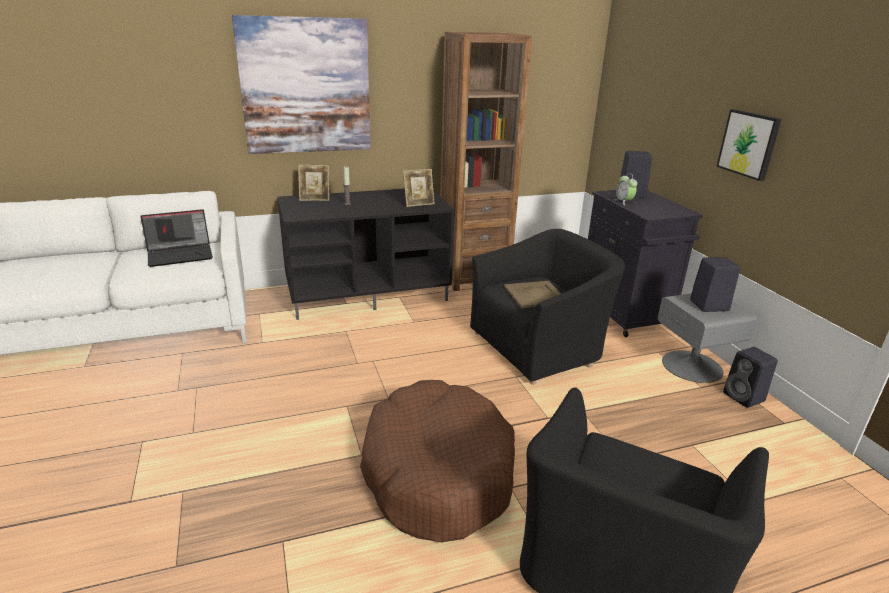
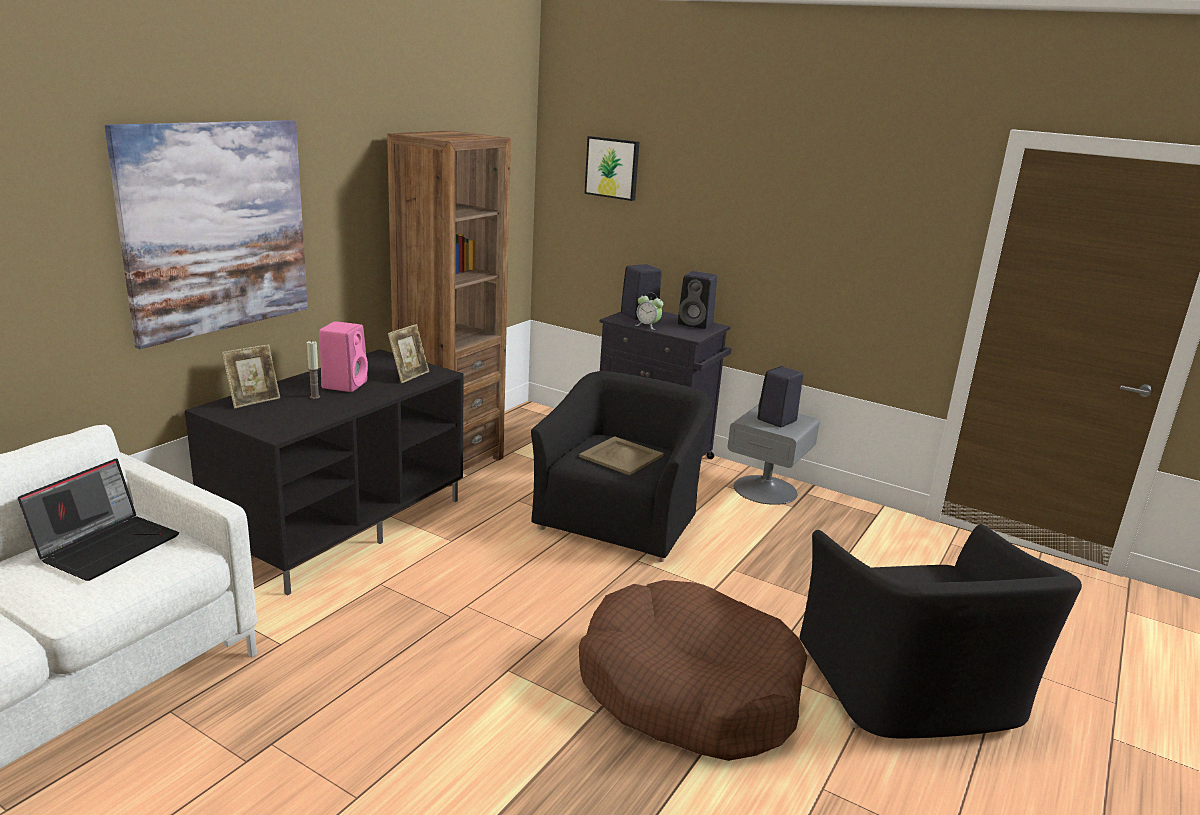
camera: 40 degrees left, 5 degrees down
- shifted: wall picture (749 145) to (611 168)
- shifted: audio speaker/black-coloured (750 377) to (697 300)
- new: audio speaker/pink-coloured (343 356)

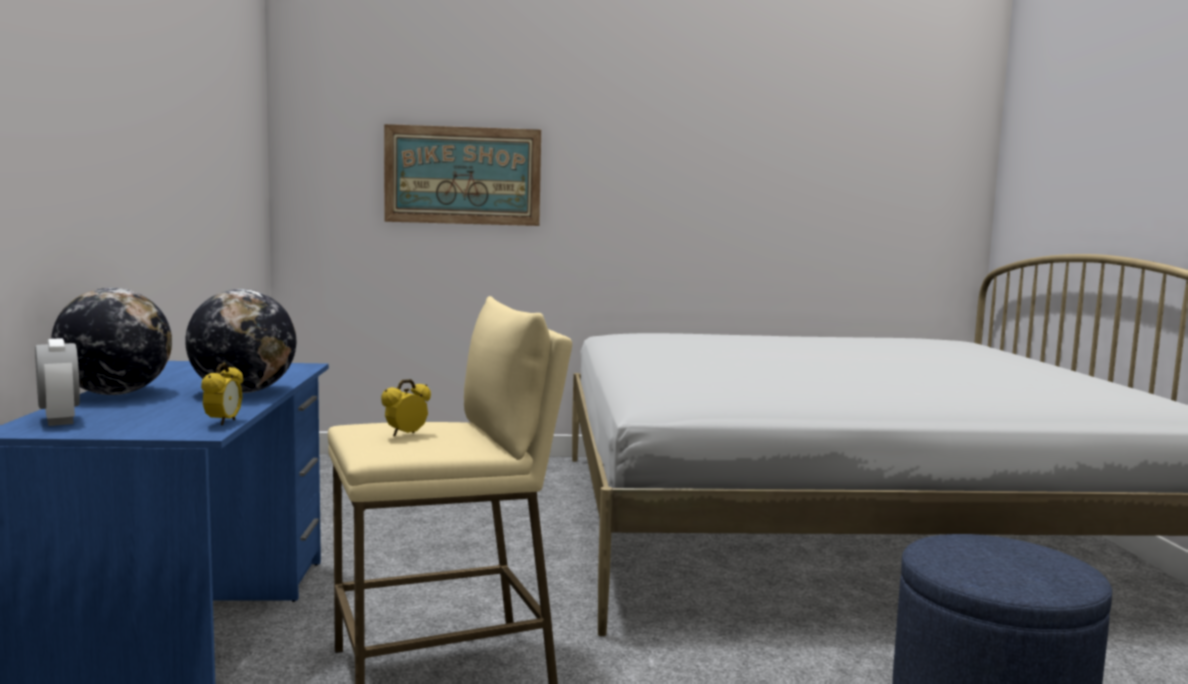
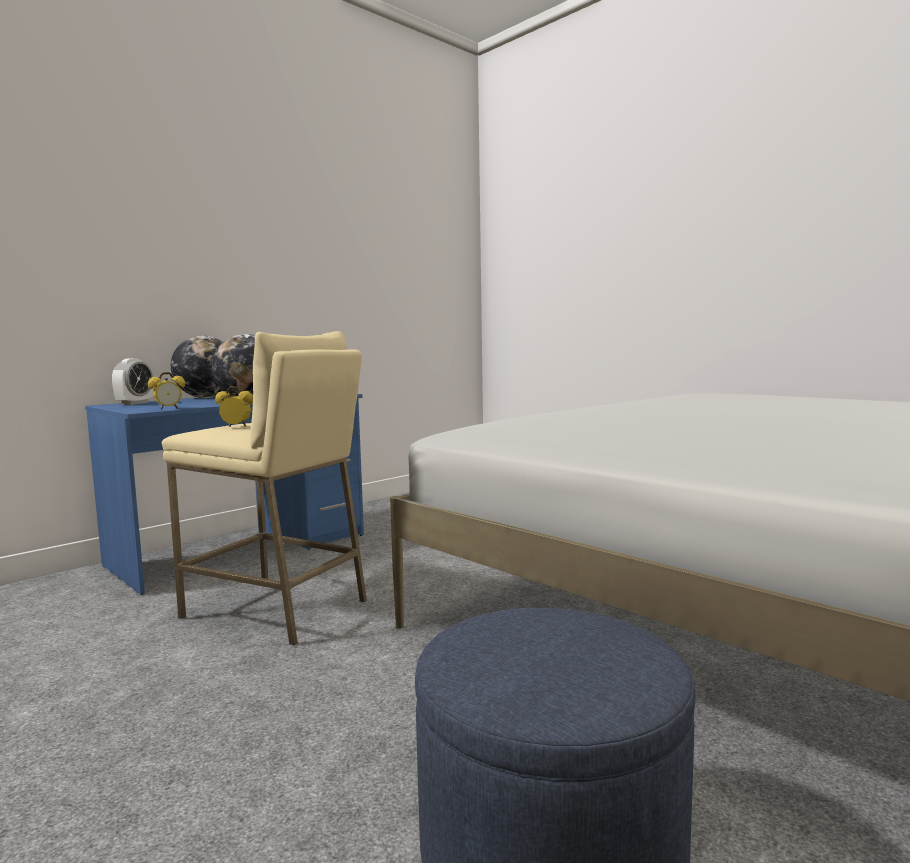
camera: 50 degrees right, 0 degrees up
- gone: wall picture (462 175)

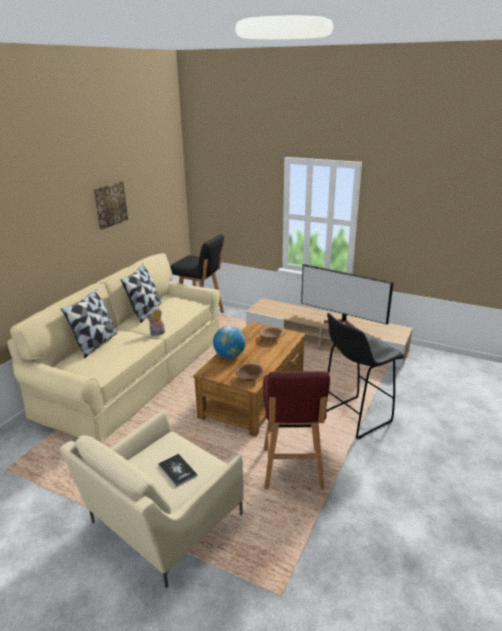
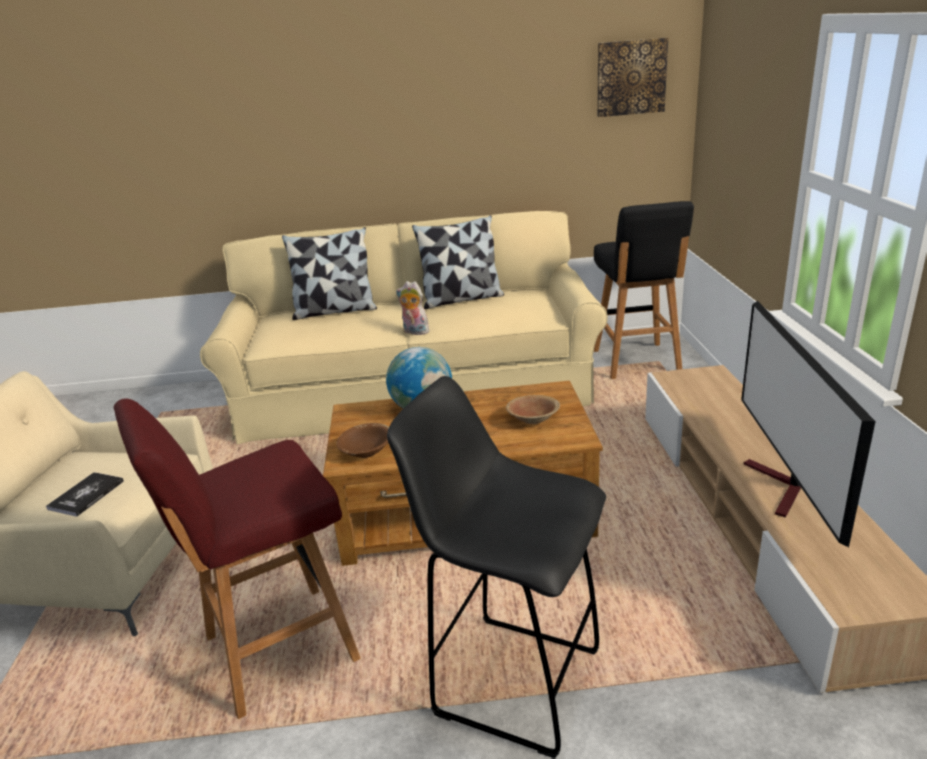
camera: 60 degrees right, 0 degrees up
- shifted: wall picture (110 205) to (632 77)

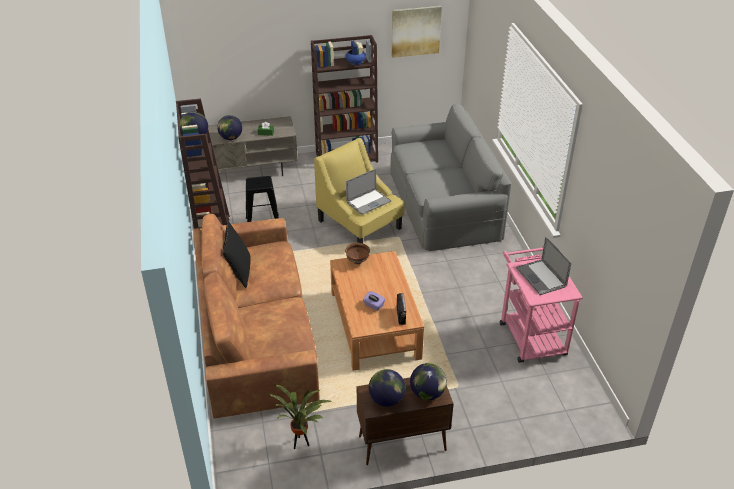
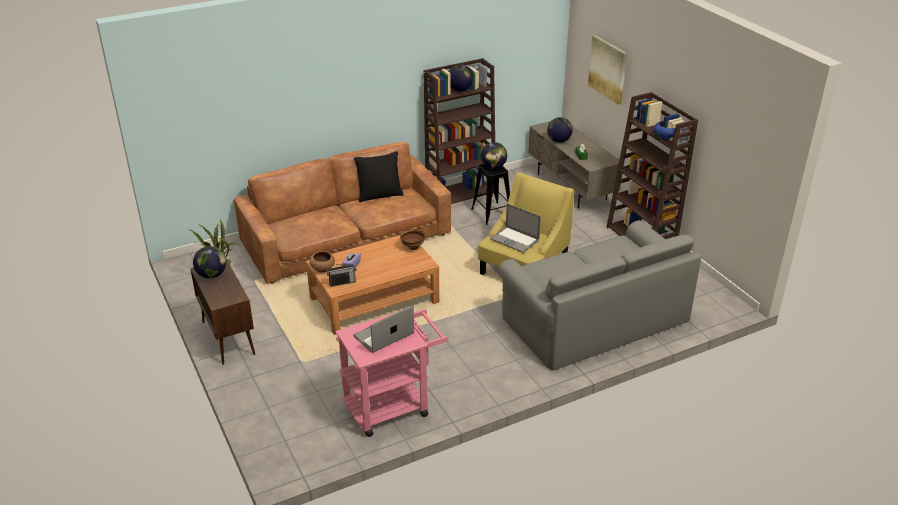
camera: 75 degrees right, 5 degrees down
- shifted: wall picture (417 32) to (607 70)
- shifted: desk globe (428 381) to (494 155)
- new: deep dish/brownish (322 262)

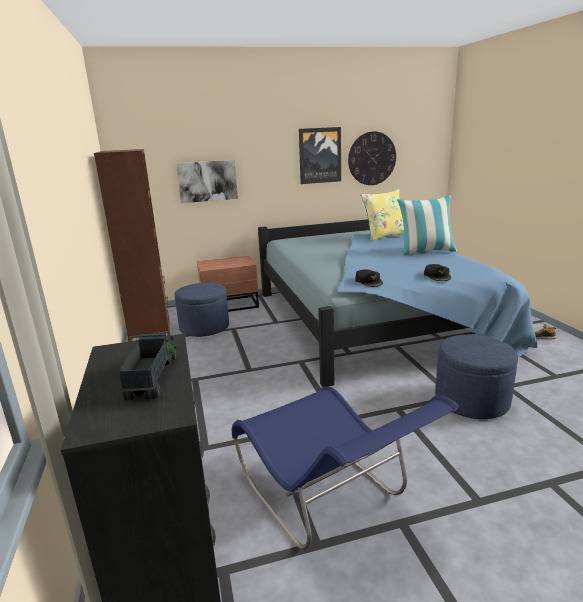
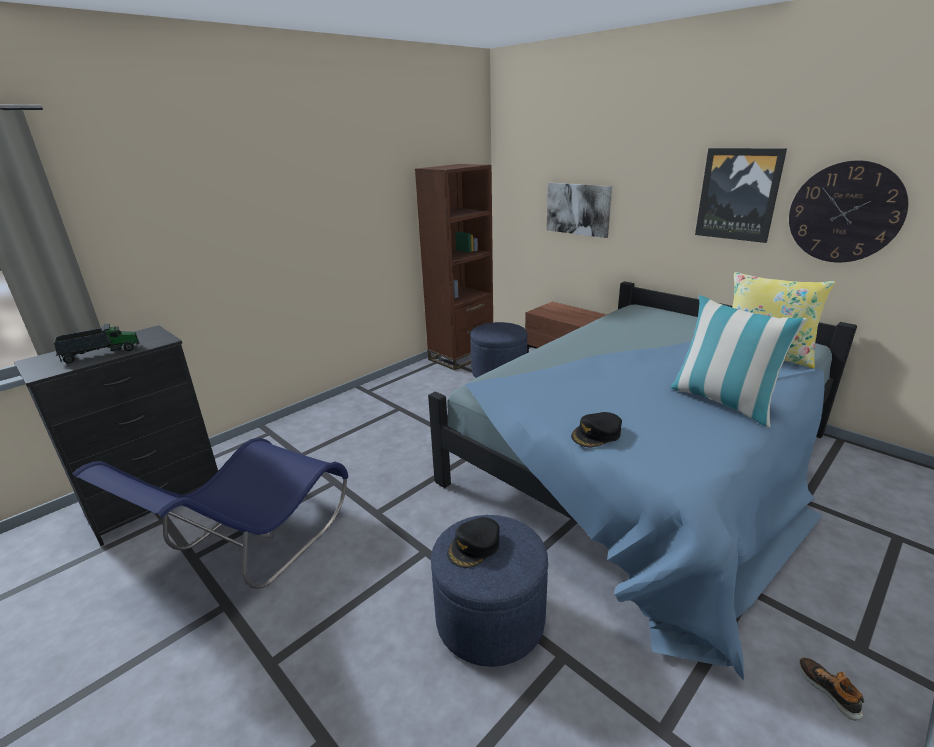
camera: 60 degrees right, 5 degrees up
- shifted: baseball cap/black-coloured (369 278) to (473 542)

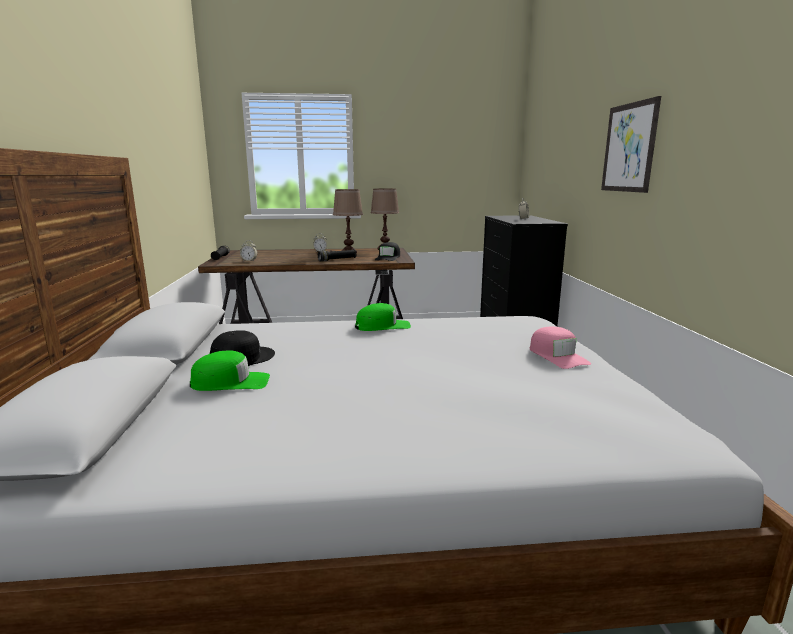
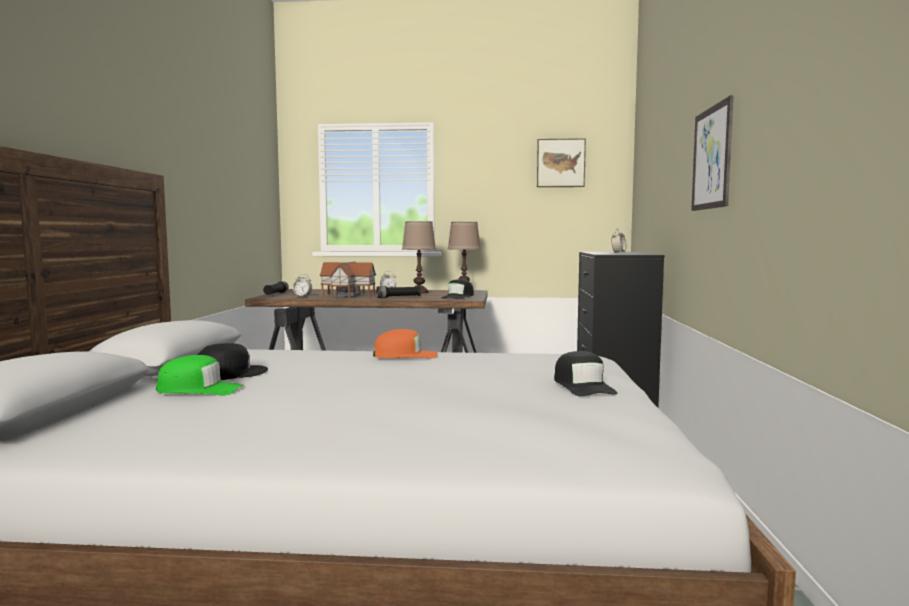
camera: 10 degrees right, 10 degrees down
- repainted: baseball cap/greenish (383 317) to baseball cap/orangey (405 343)
- repainted: baseball cap/pink-coloured (560 347) to baseball cap/black-coloured (586 373)
- new: wall picture (561 162)
- new: toy house (348 280)

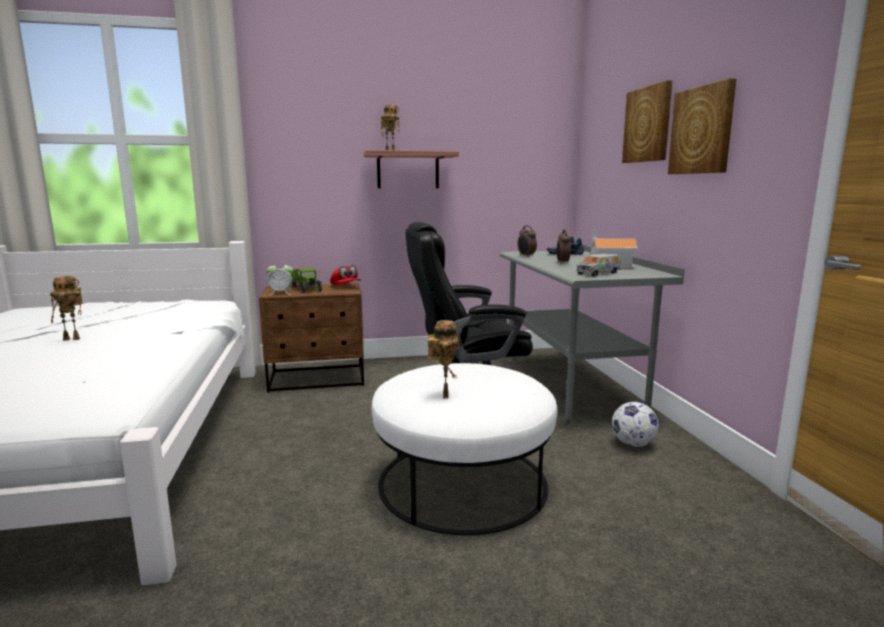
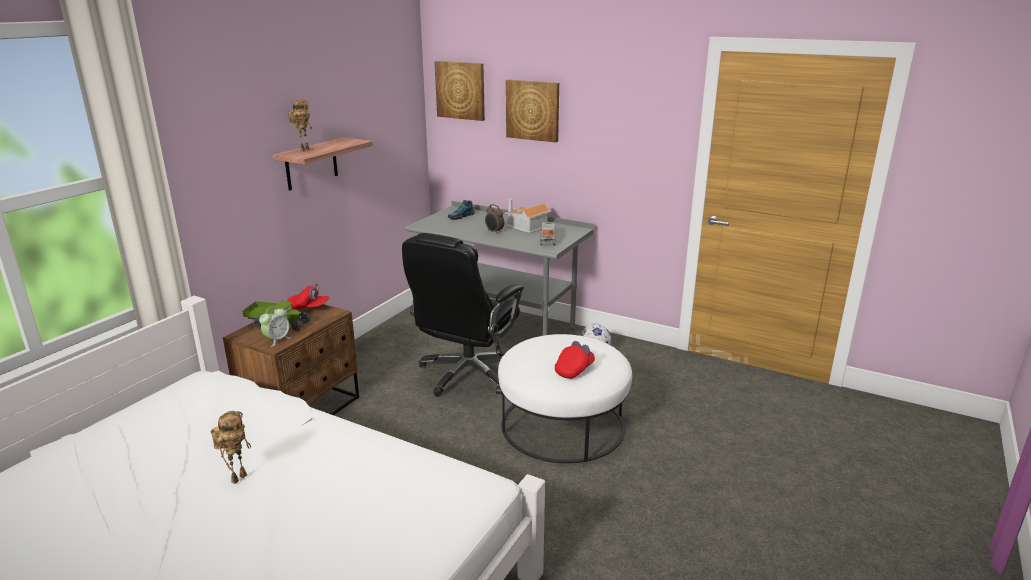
camera: 50 degrees left, 10 degrees up
- shifted: wall picture (702 126) to (460 91)
- gone: table clock (527 241)
- swapped: toy robot (443 359) to baseball cap/red-coloured (575 360)

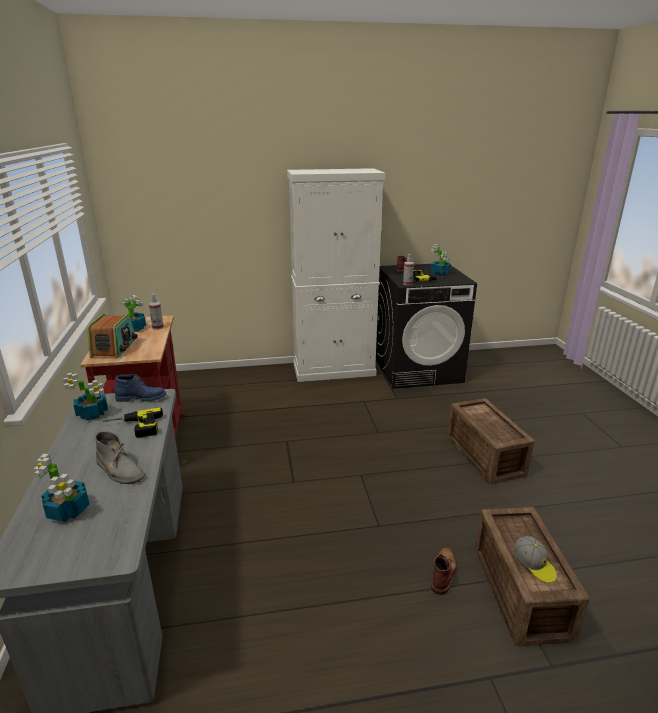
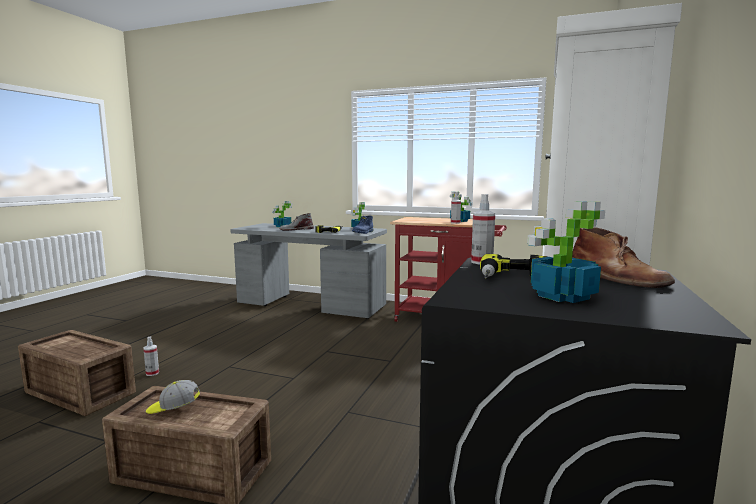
camera: 120 degrees right, 15 degrees down
- gone: radio receiver (112 336)
- shifted: baseball cap (535 559) to (173 397)
- swapped: tall boot/brownish (444 571) to spray bottle (151 356)

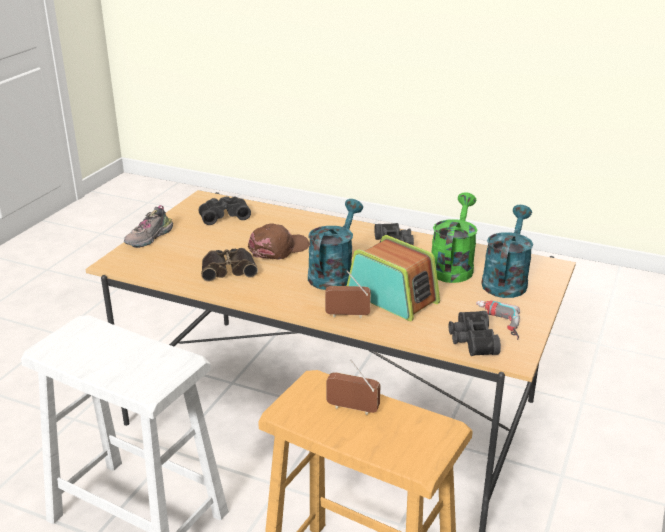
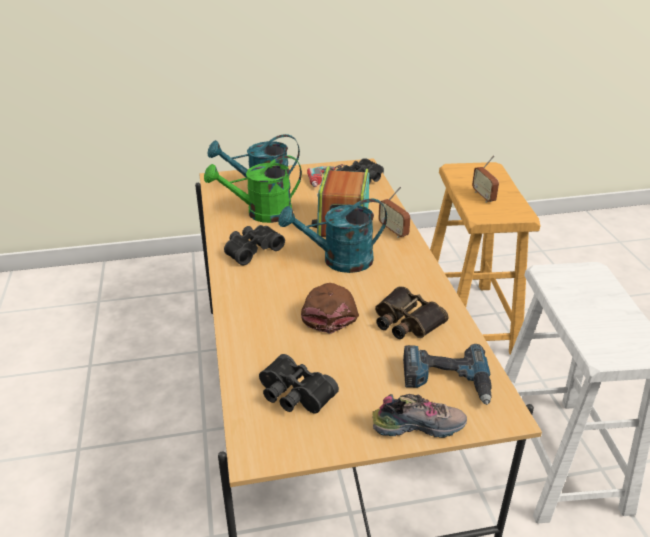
camera: 125 degrees left, 5 degrees up
- rotated: baseball cap/brownish (278 241) = (330 308) 75 degrees clockwise
- new: electric drill (447 374)

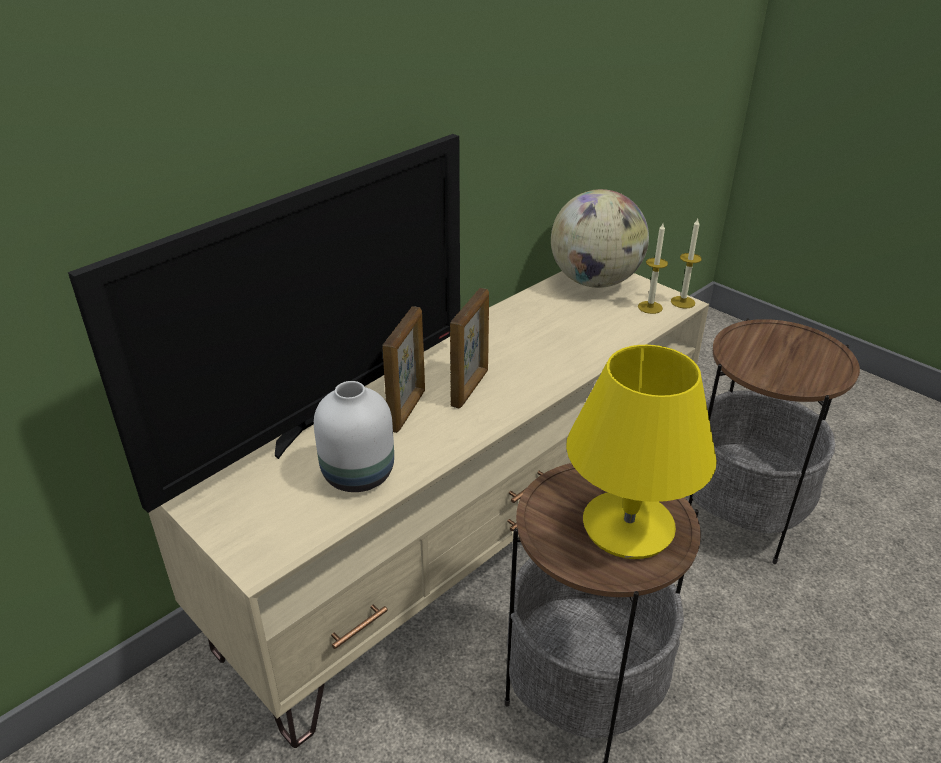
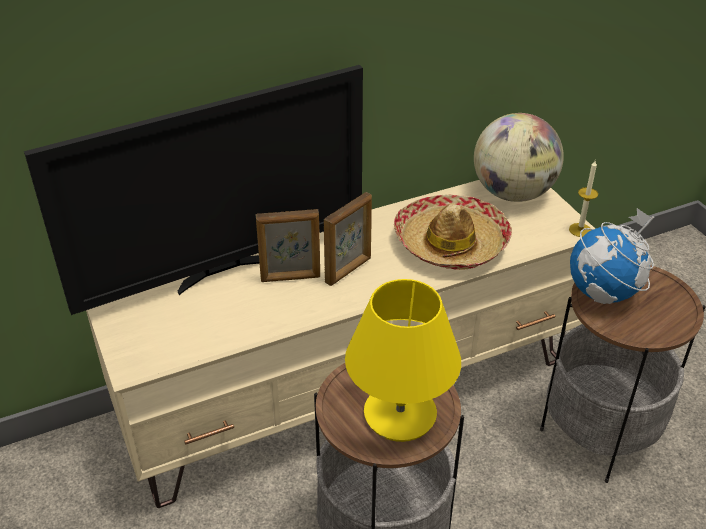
camera: 20 degrees right, 5 degrees up
- gone: wax candle (653 268)
- rotated: standing frame (404 369) = (288 245) 45 degrees clockwise
- gone: flower vase/white (354 436)
- new: wearable hat (453 232)
- new: desk globe (612 256)

